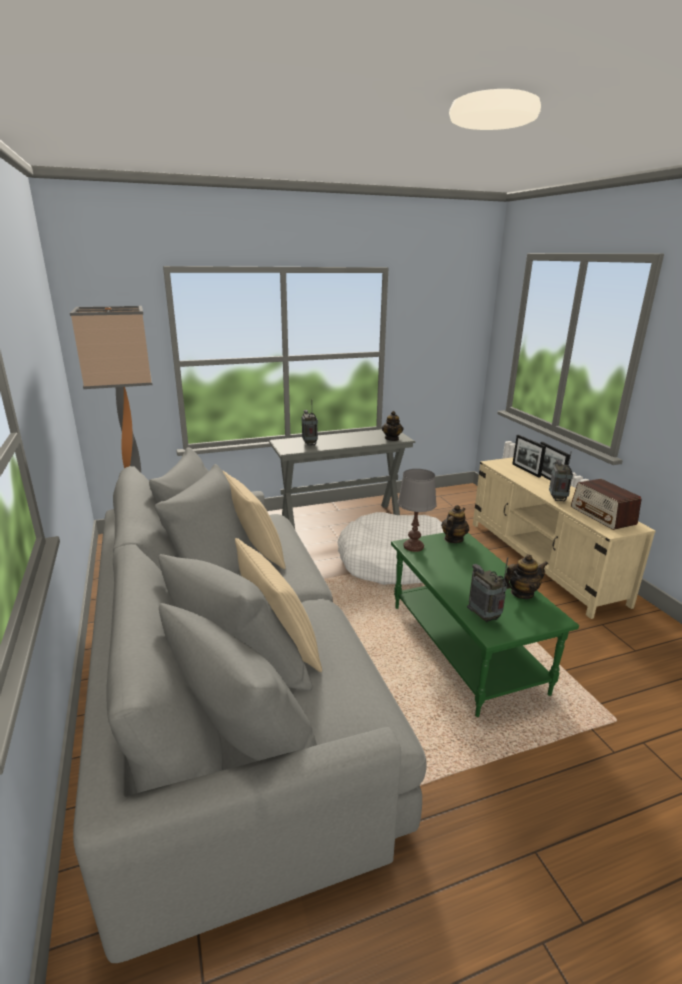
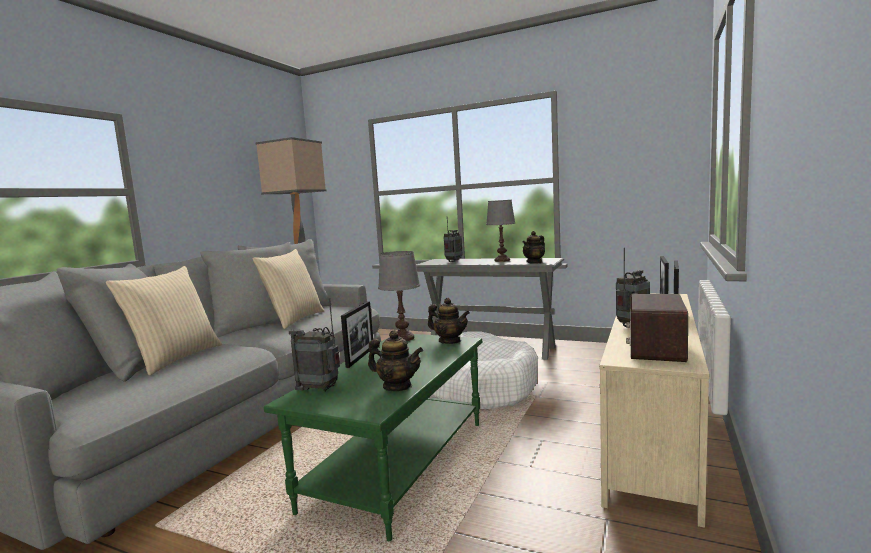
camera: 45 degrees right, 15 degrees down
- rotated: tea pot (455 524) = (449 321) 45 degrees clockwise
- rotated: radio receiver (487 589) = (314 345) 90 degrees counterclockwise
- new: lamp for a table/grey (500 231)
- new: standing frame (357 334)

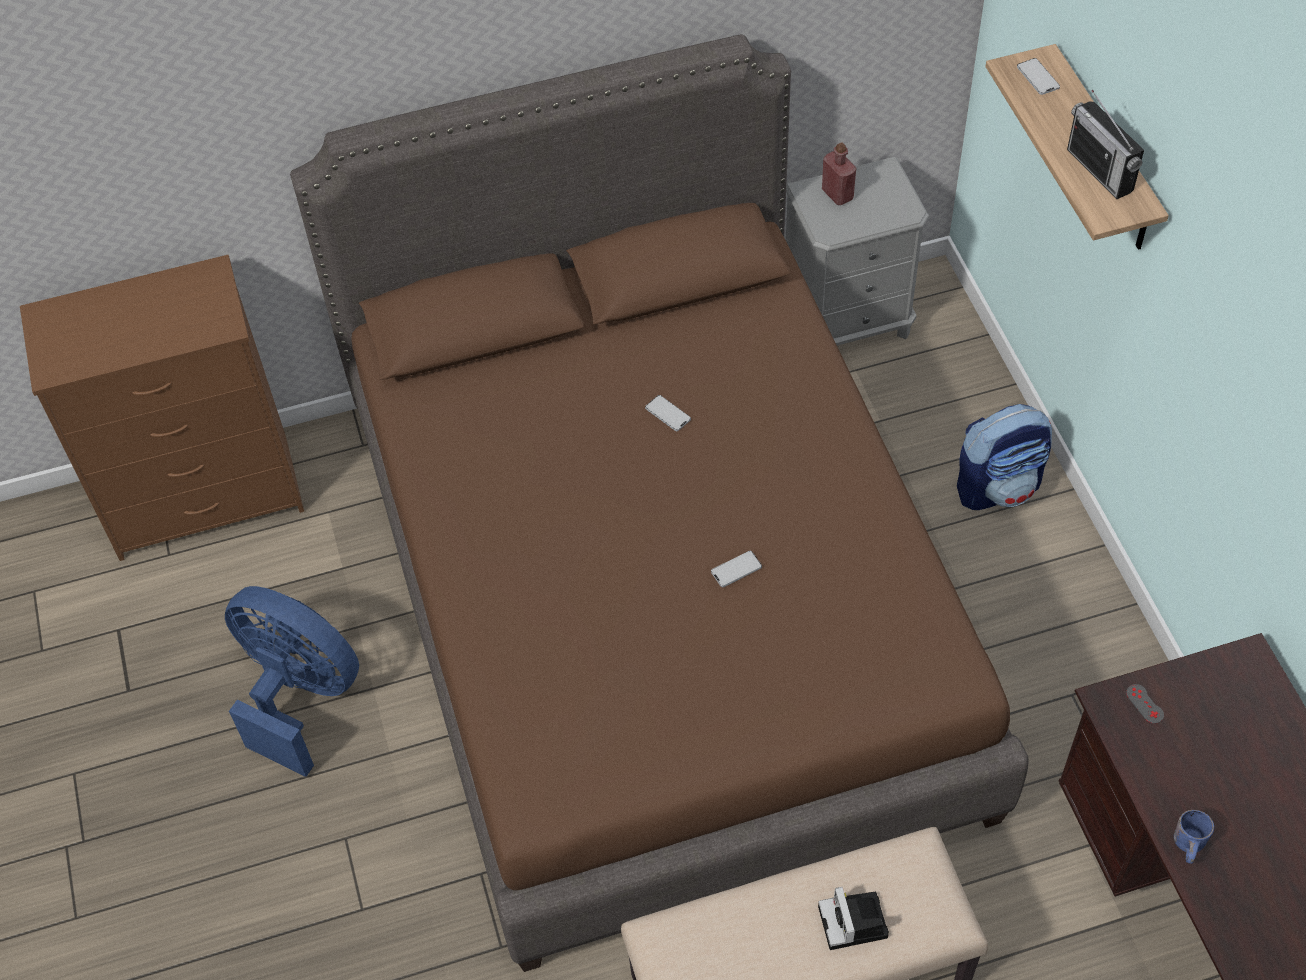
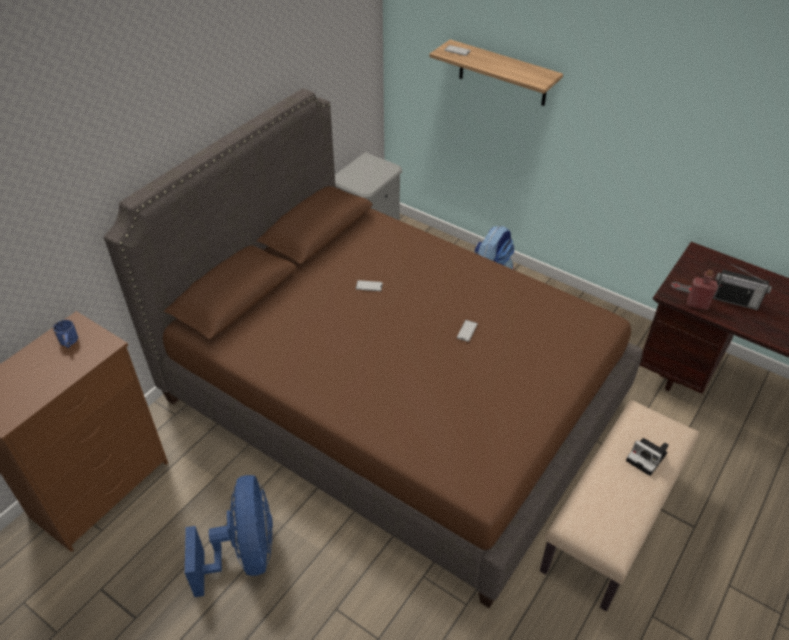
camera: 40 degrees left, 10 degrees down
- shifted: radio receiver (1105 144) to (742 287)
- shifted: drink bottle/red-coloured (839 173) to (702 290)
- rotated: electric fan/bluish (292 681) = (229 536) 90 degrees clockwise
- shifted: mug/bluish (1194 837) to (65 334)

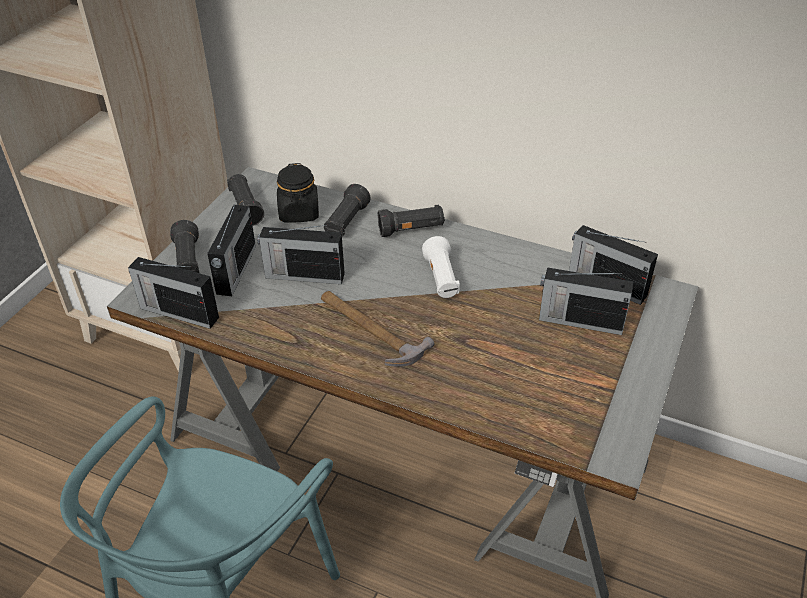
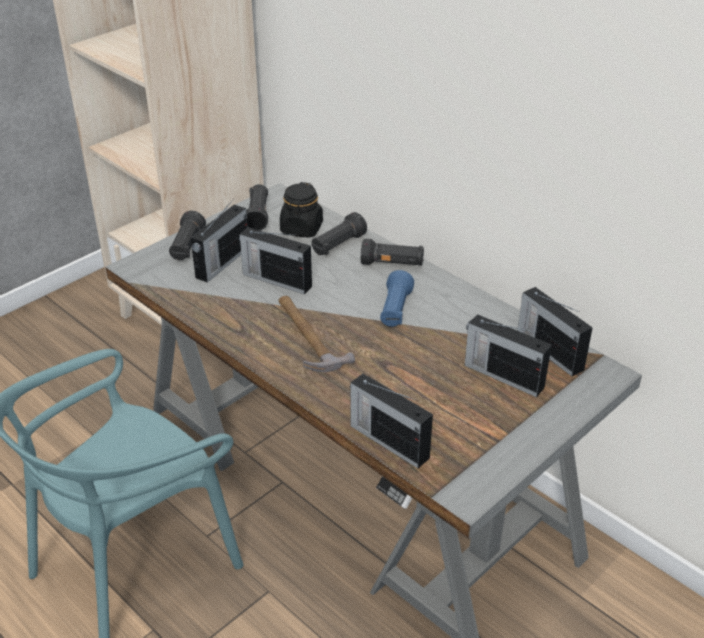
camera: 20 degrees right, 5 degrees down
- repainted: torch/white (441 267) to torch/bluish (397 298)
- shifted: radio receiver (173 293) to (391 421)

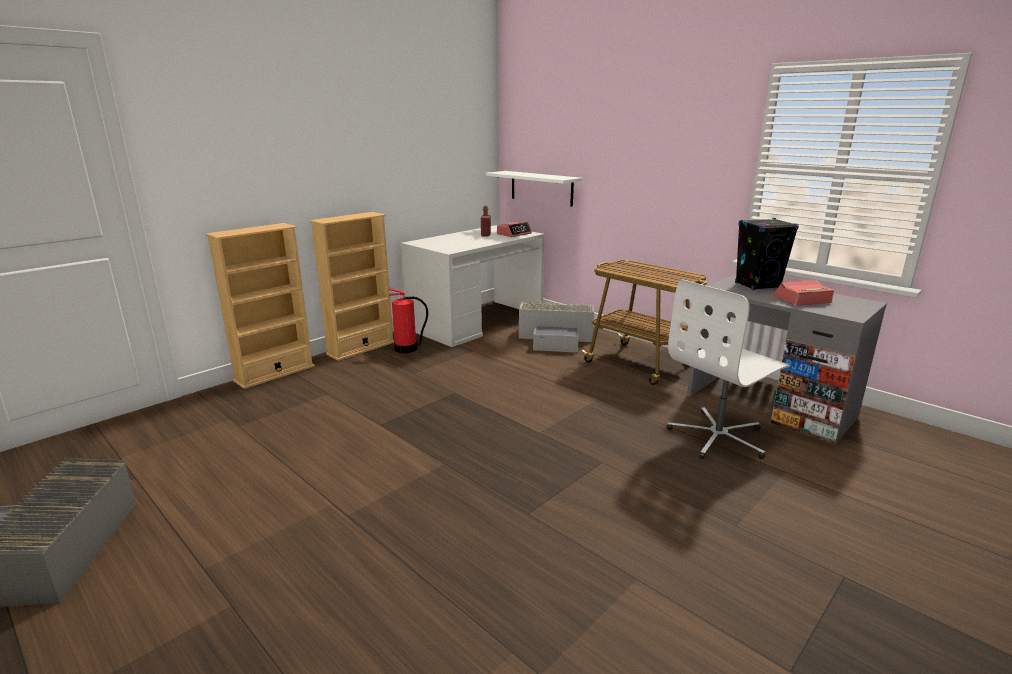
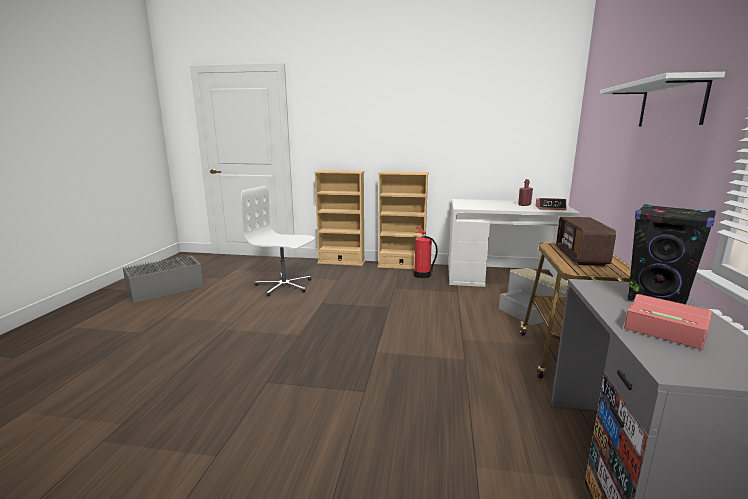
camera: 55 degrees right, 5 degrees down
- shifted: wall shelf/white (534 189) to (662 99)
- shifted: desk chair/white (728 369) to (278 241)
- new: radio receiver (586 241)

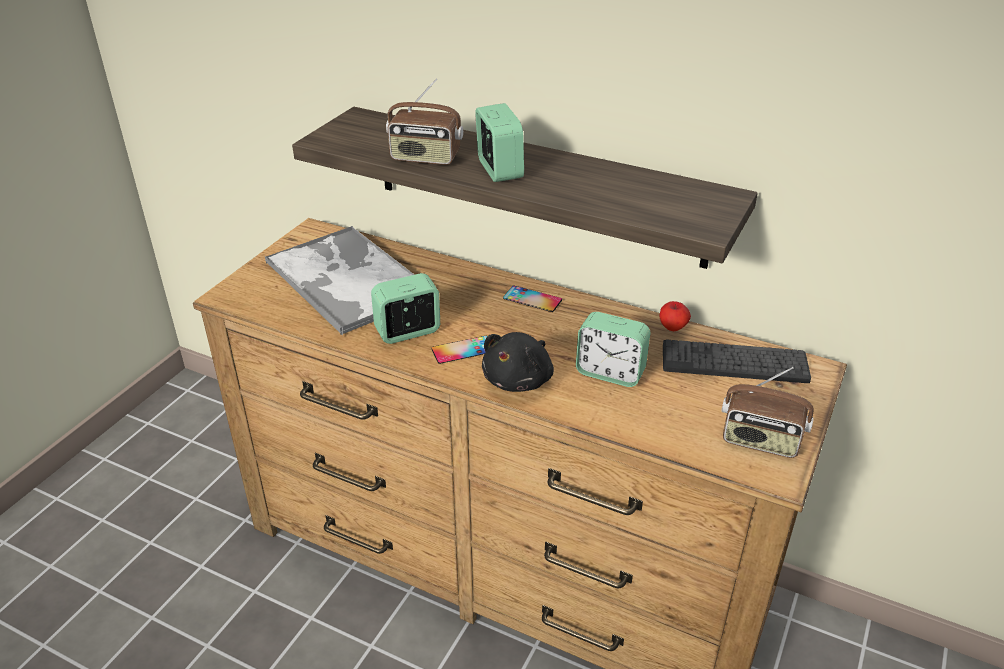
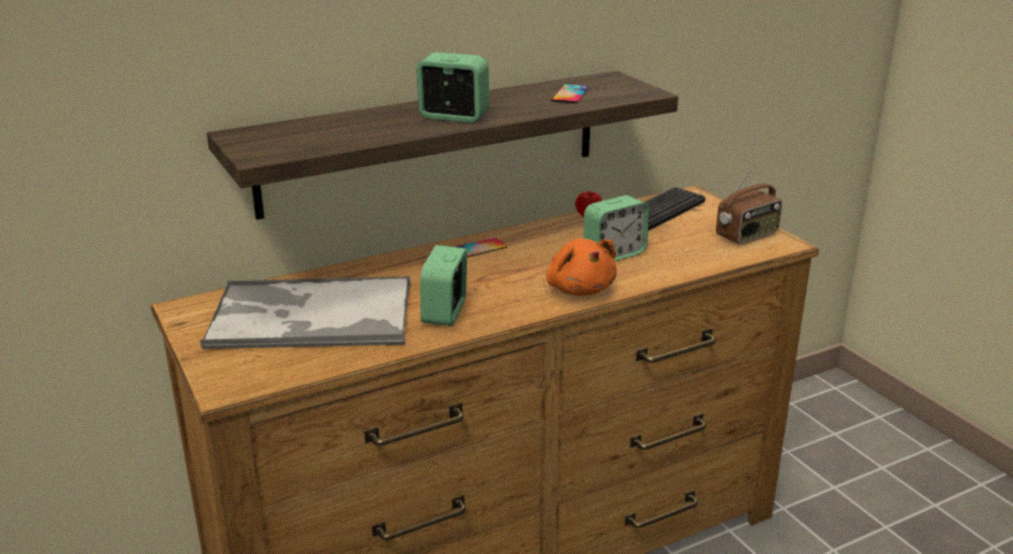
camera: 55 degrees left, 10 degrees down
- gone: radio receiver (424 122)
- repainted: cuddly toy/black-coloured (518 362) to cuddly toy/orangey (581 267)
- shifted: telephone (459 350) to (570 94)

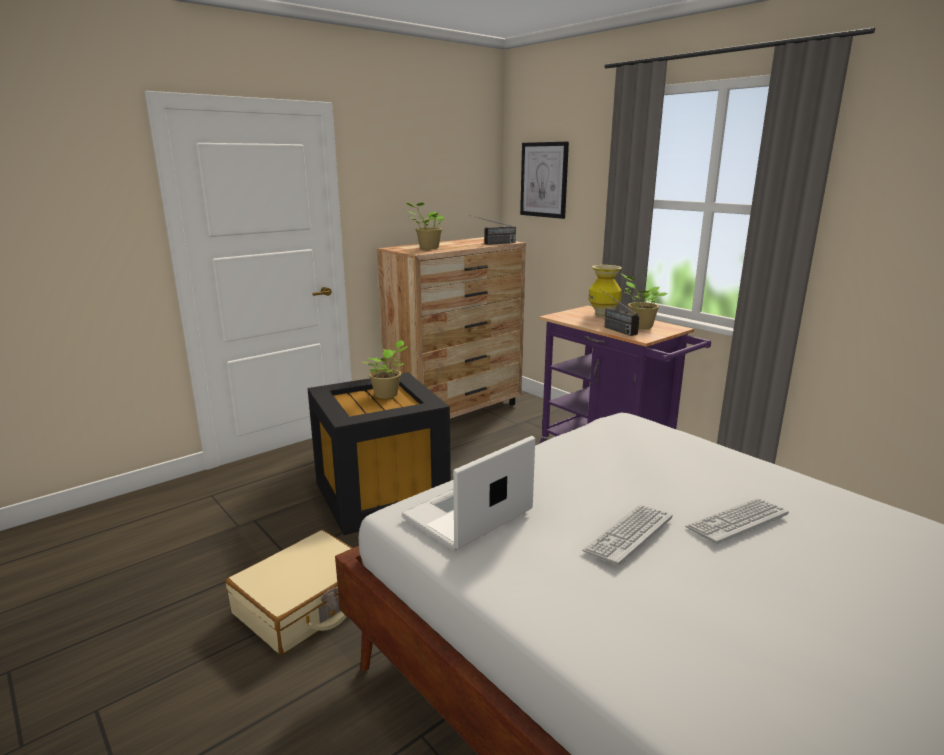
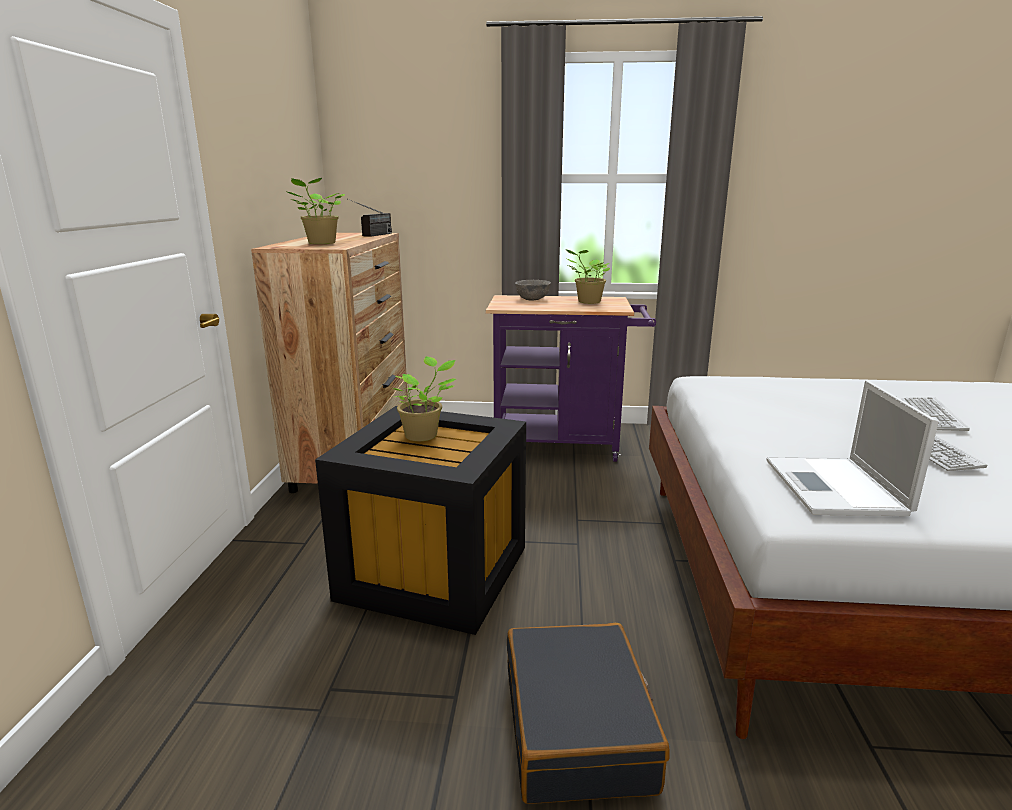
camera: 45 degrees left, 0 degrees up
- gone: wall picture (544 180)
- swapped: flower vase (605 291) to deep dish/grey (533 290)
- gone: radio receiver (619 312)
- repainted: suitcase/beige-coloured (289 592) to suitcase/black-coloured (588 713)

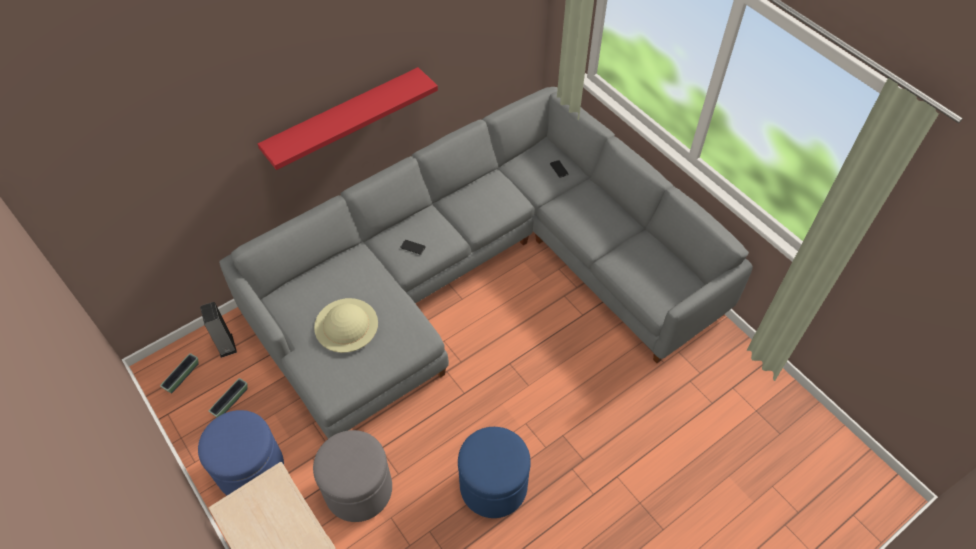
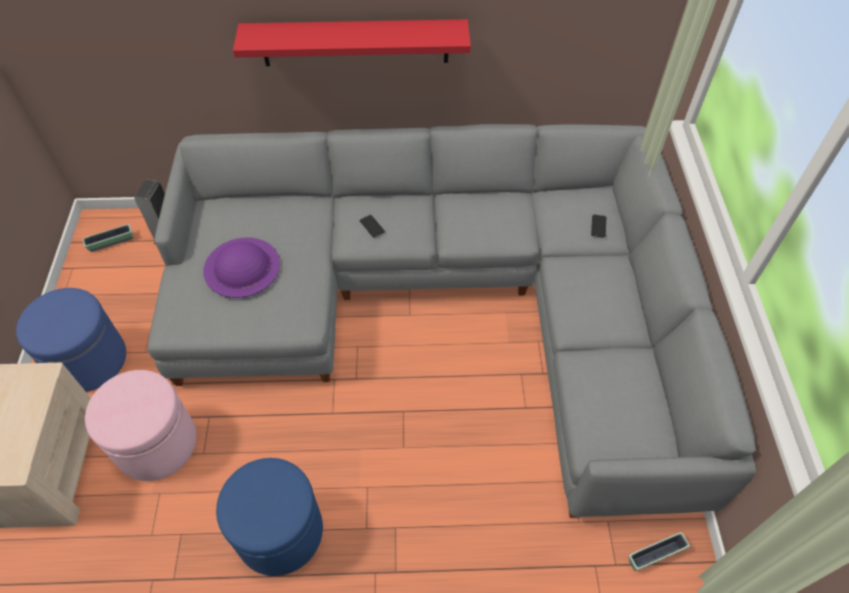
camera: 35 degrees right, 0 degrees up
- repainted: wearable hat/beige-coloured (346 325) to wearable hat/purple-coloured (241 268)
- shifted: plant pot (228 397) to (659 551)
- repainted: ottoman/grey (352 476) to ottoman/pink-coloured (141 425)

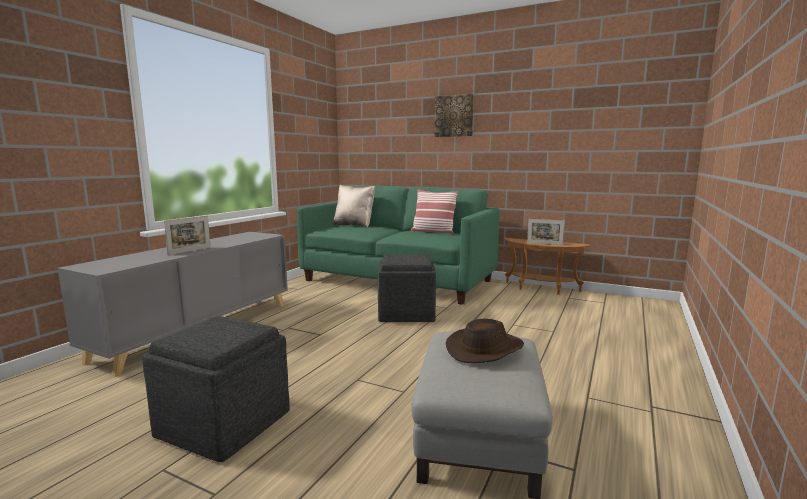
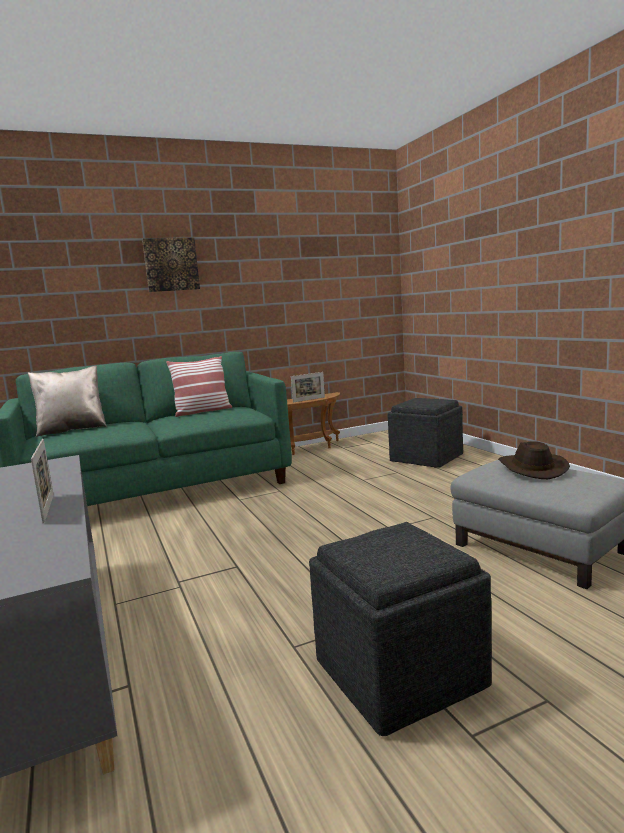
camera: 50 degrees left, 0 degrees up
- shifted: ottoman/grey (407 288) to (425 433)

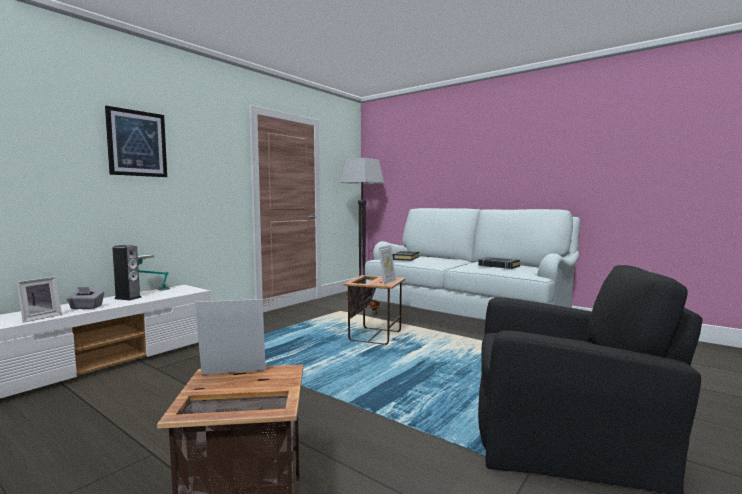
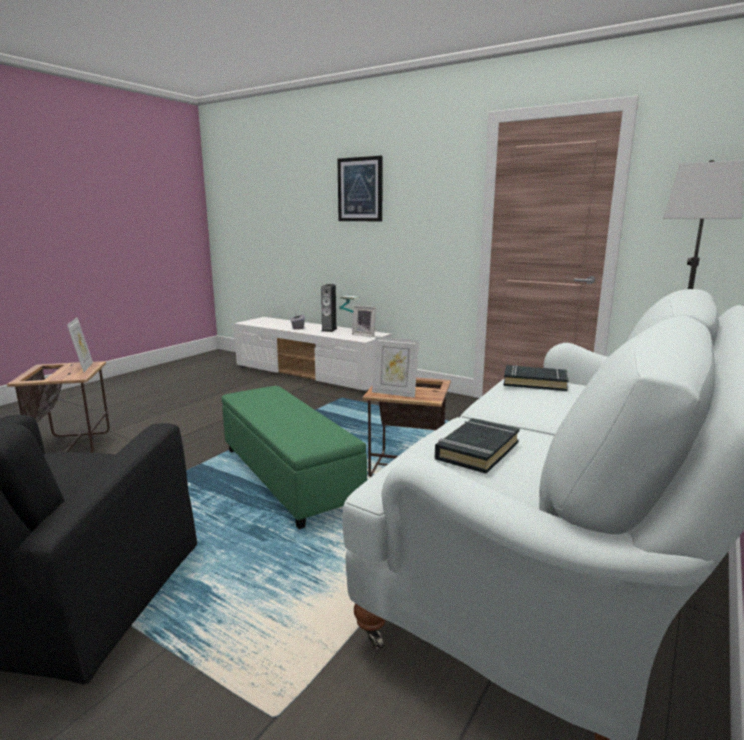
camera: 85 degrees right, 10 degrees up
- shifted: standing frame (39 299) to (364 321)
- new: ottoman/greenish (294 457)

